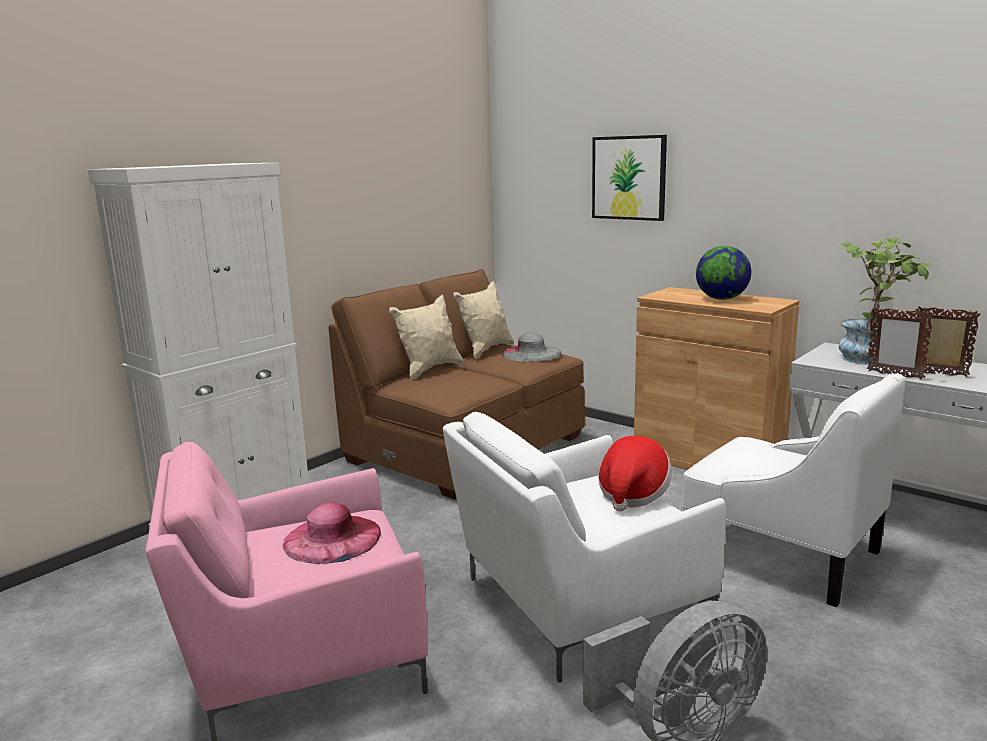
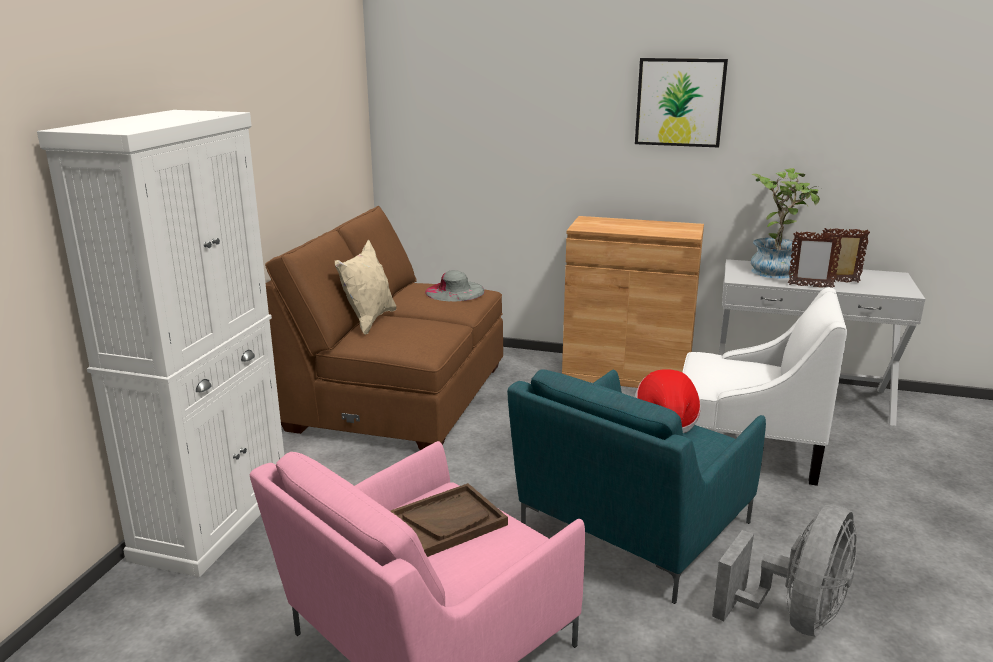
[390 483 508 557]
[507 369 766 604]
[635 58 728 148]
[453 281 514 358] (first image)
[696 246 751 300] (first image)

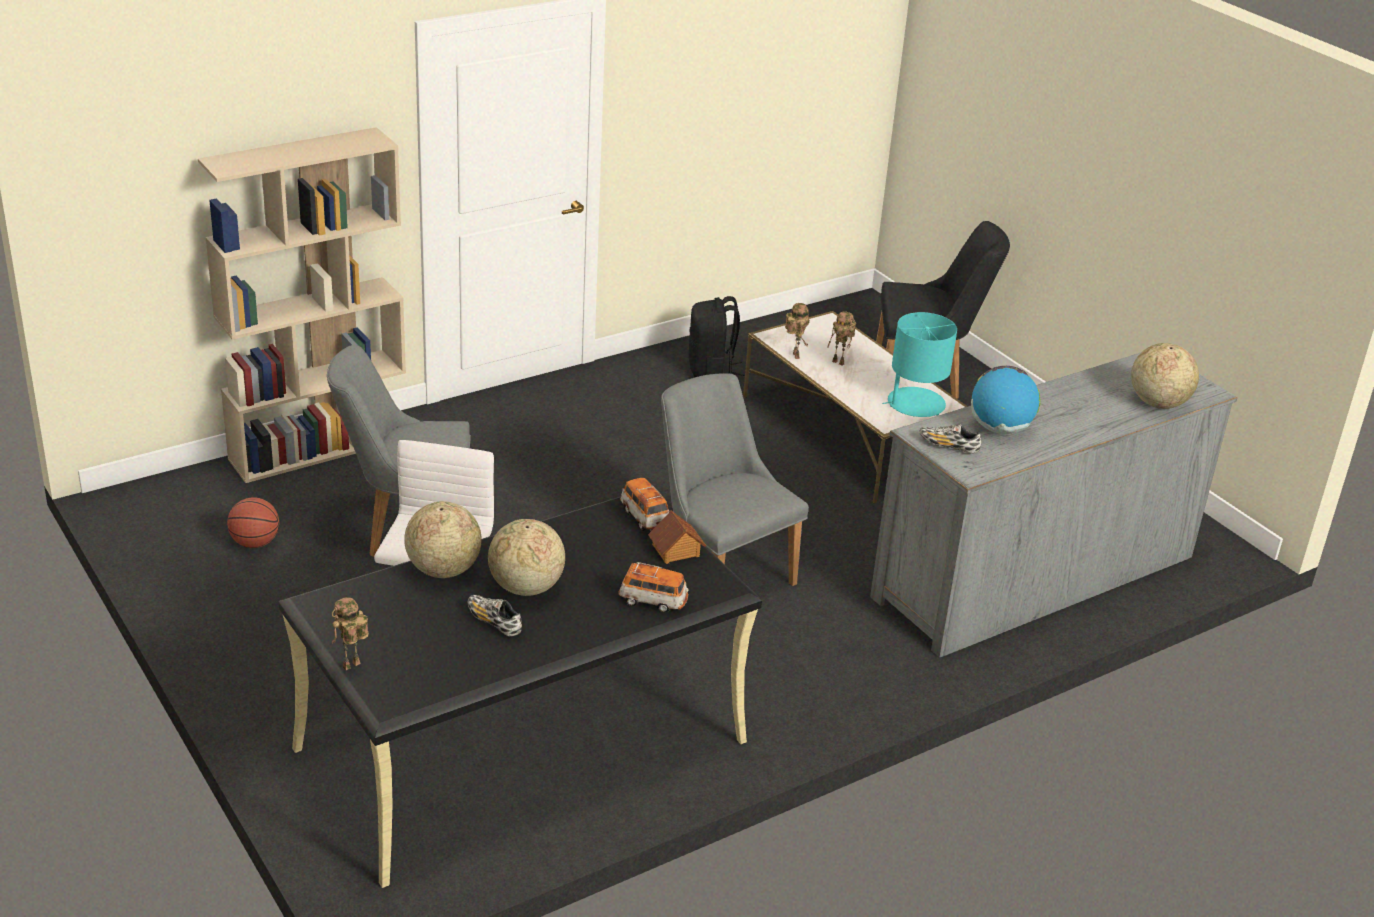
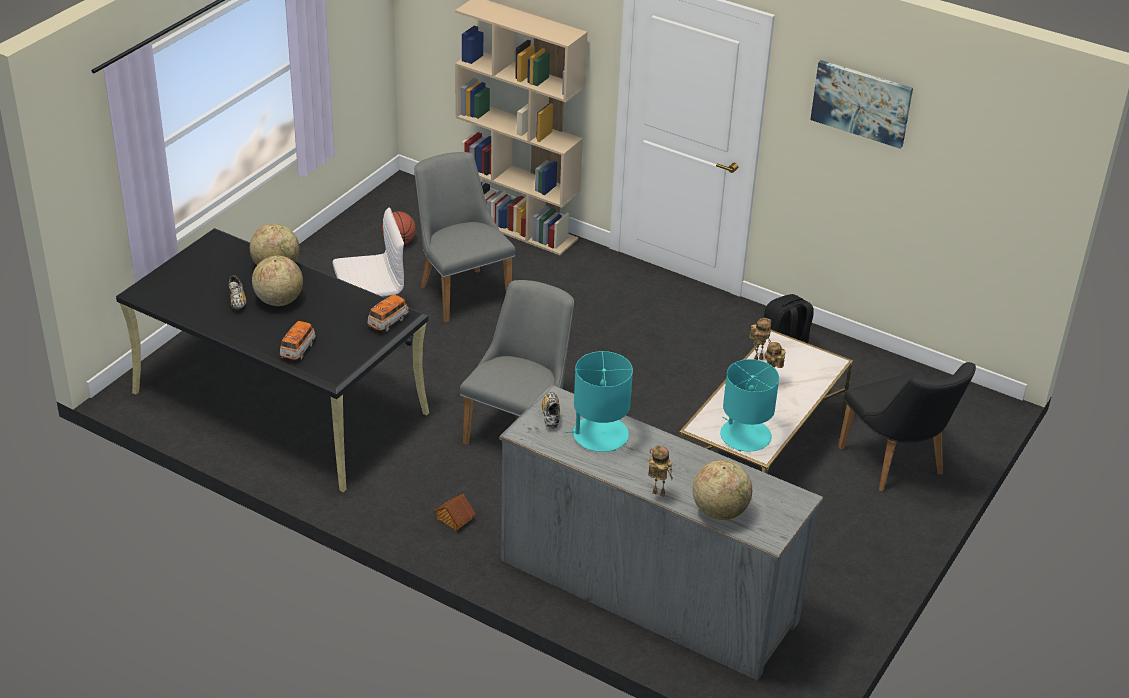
[228 275 247 309]
[280 321 316 361]
[434 494 476 531]
[565 351 633 452]
[648 446 673 497]
[810 60 913 149]

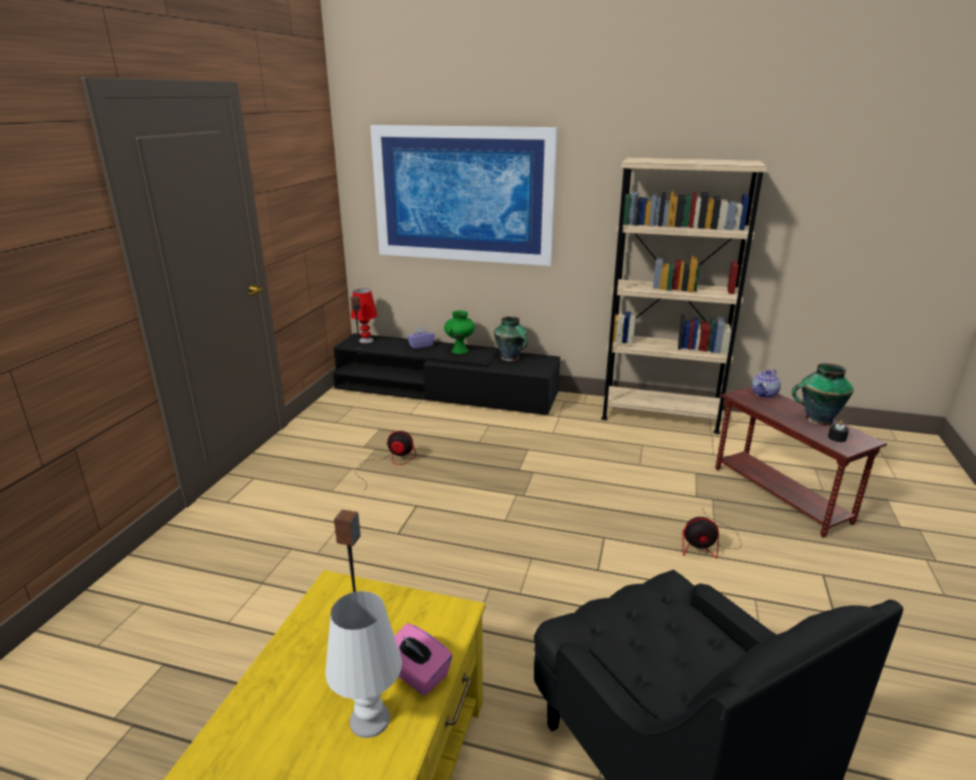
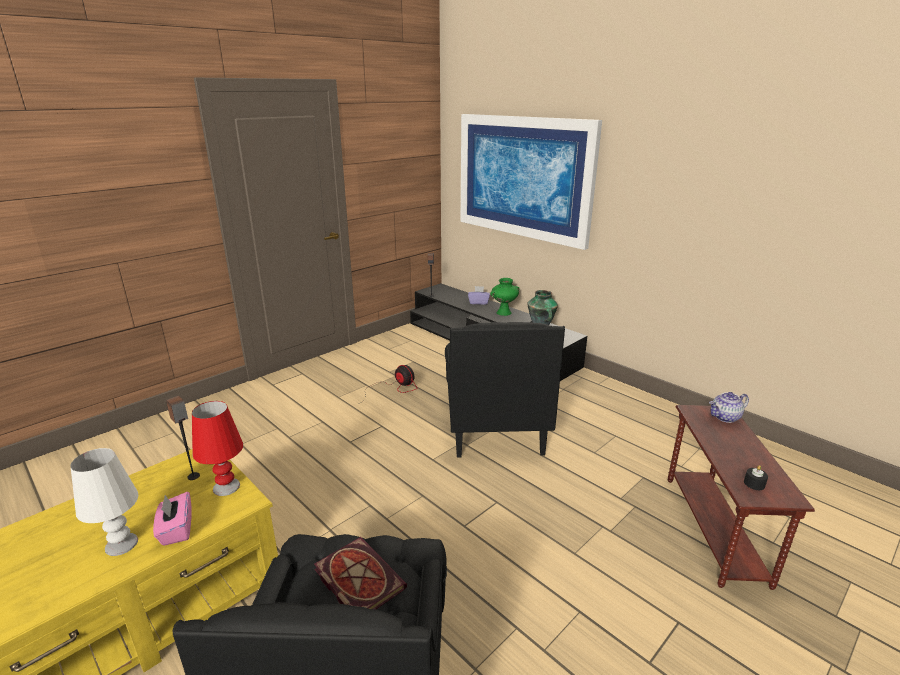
[192 401 243 496]
[314 537 407 609]
[445 322 565 457]
[601 158 767 434] (first image)
[682 508 742 558] (first image)
[792 363 854 426] (first image)

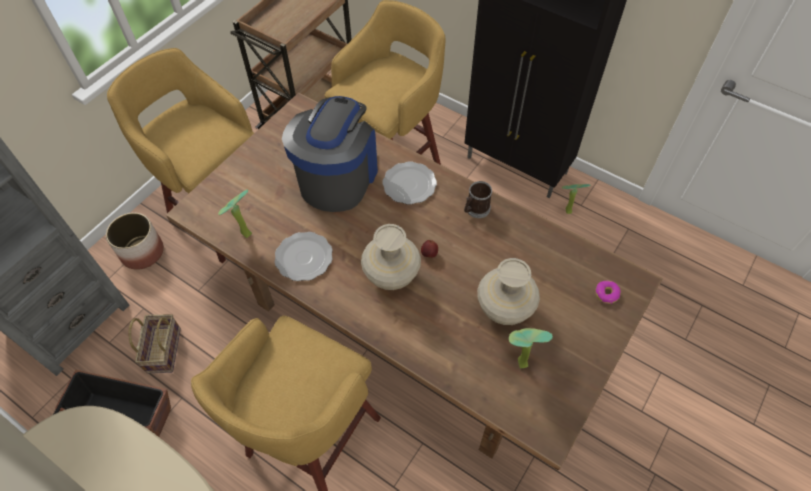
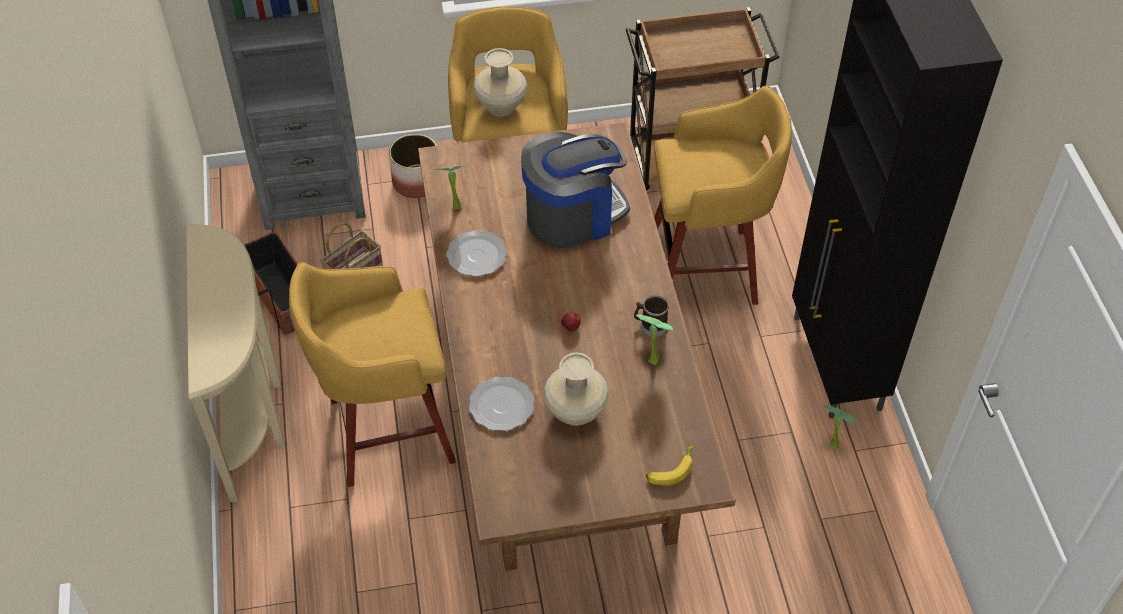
[469 377 534 431]
[473 48 527 117]
[636 314 673 365]
[646 446 695 486]

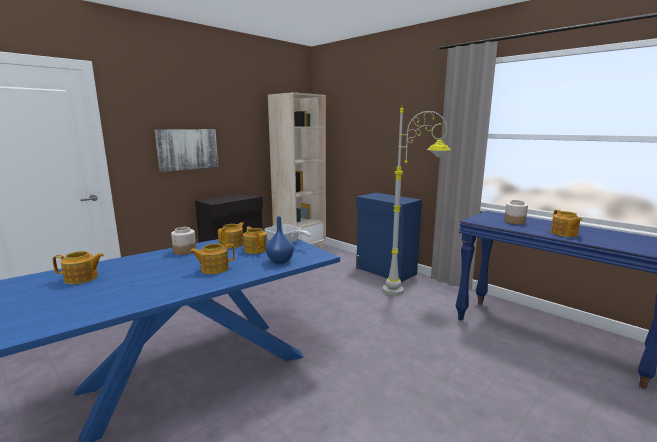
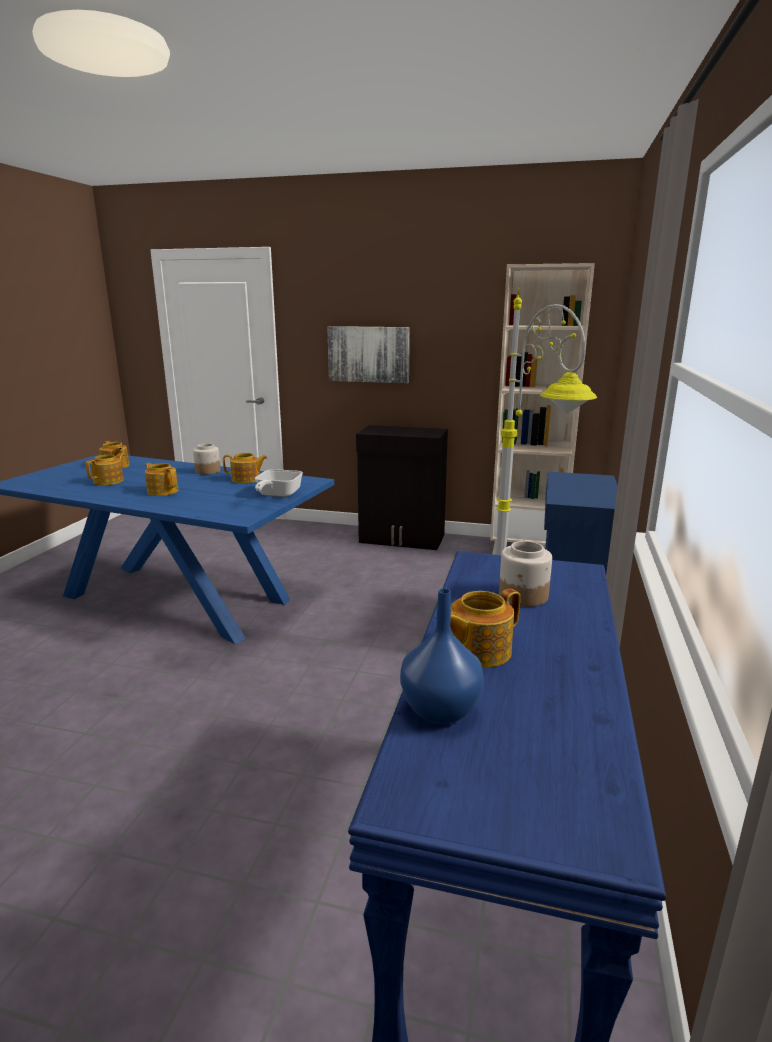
[86 453 125 485]
[400 588 484 724]

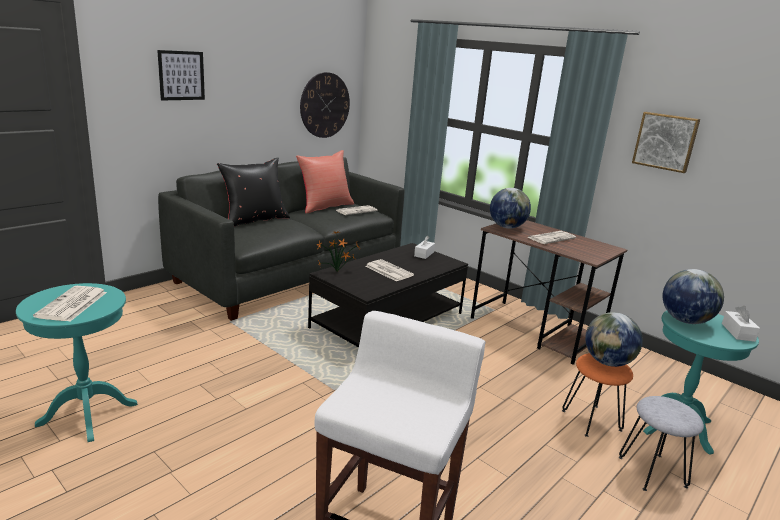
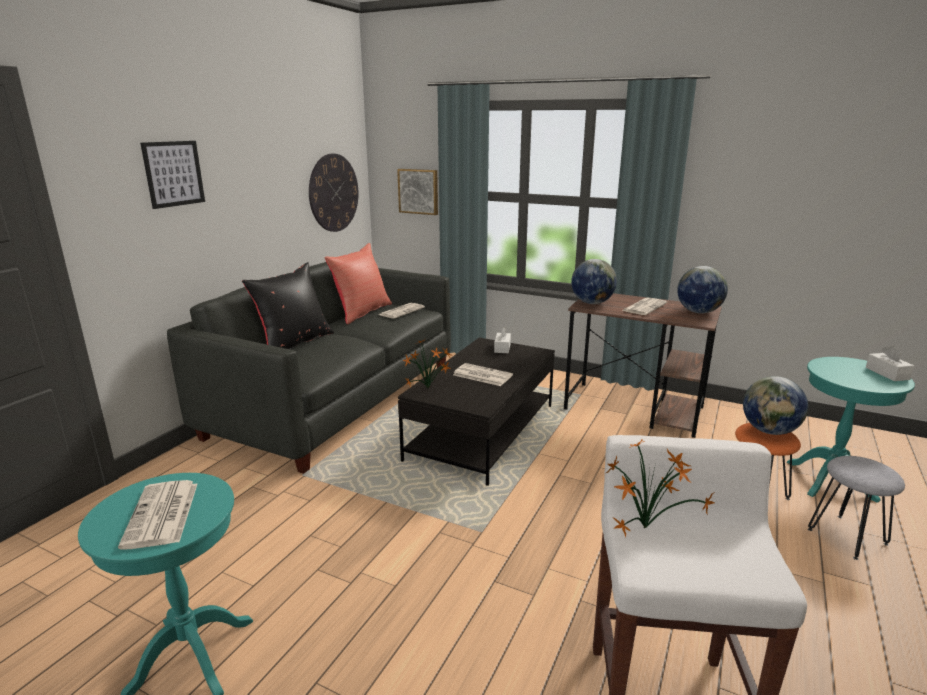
[397 169 438 215]
[606 440 714 538]
[677 266 728 313]

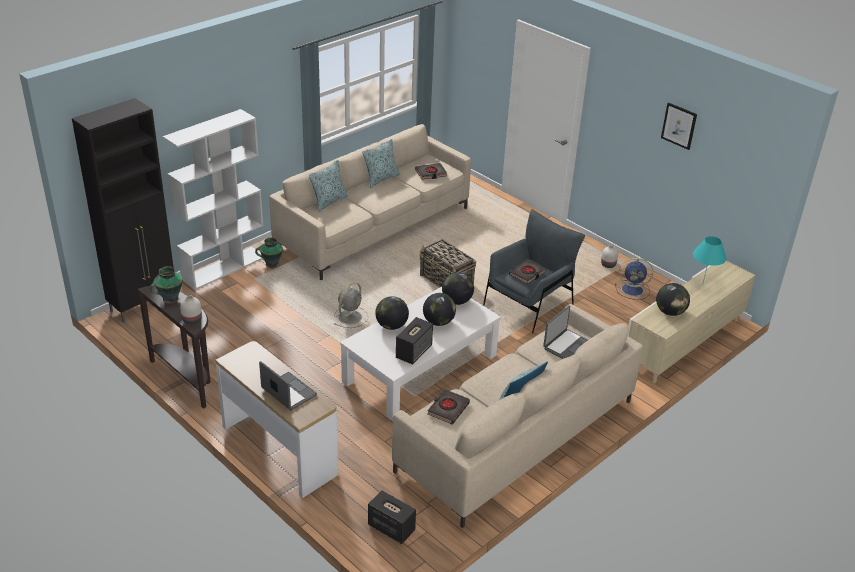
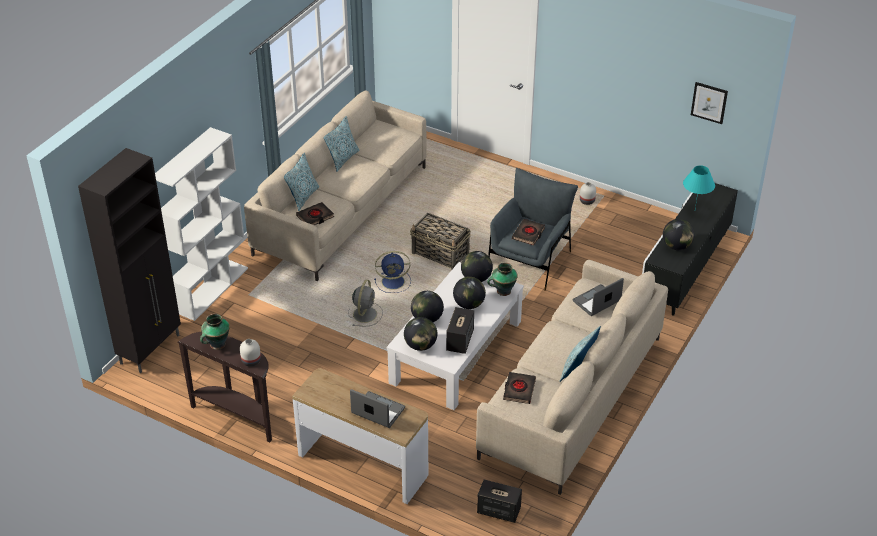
[296 202 334 225]
[374 251 411 293]
[404 317 437 351]
[487 263 518 296]
[573 278 624 316]
[642 183 738 316]
[691 82 728 124]

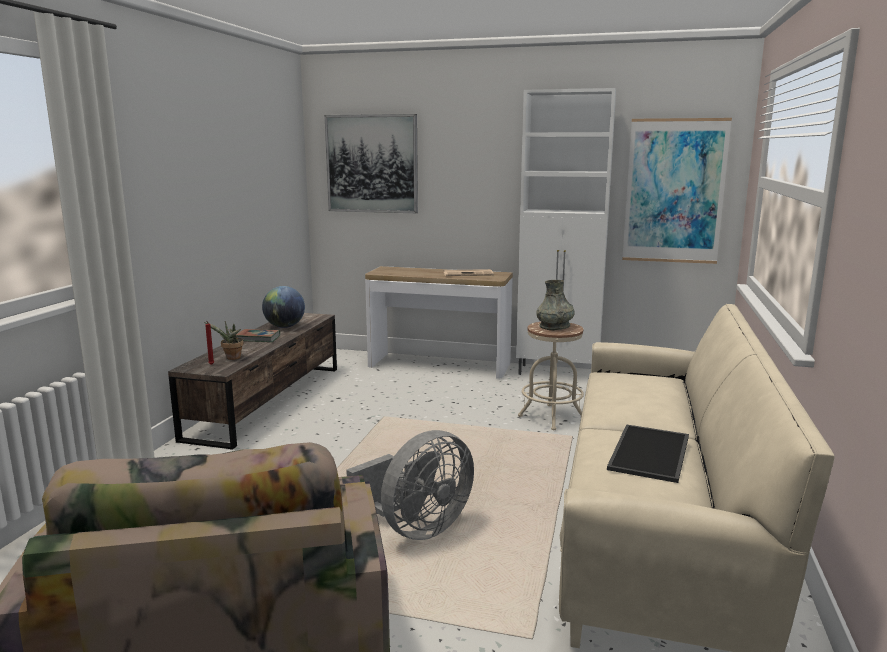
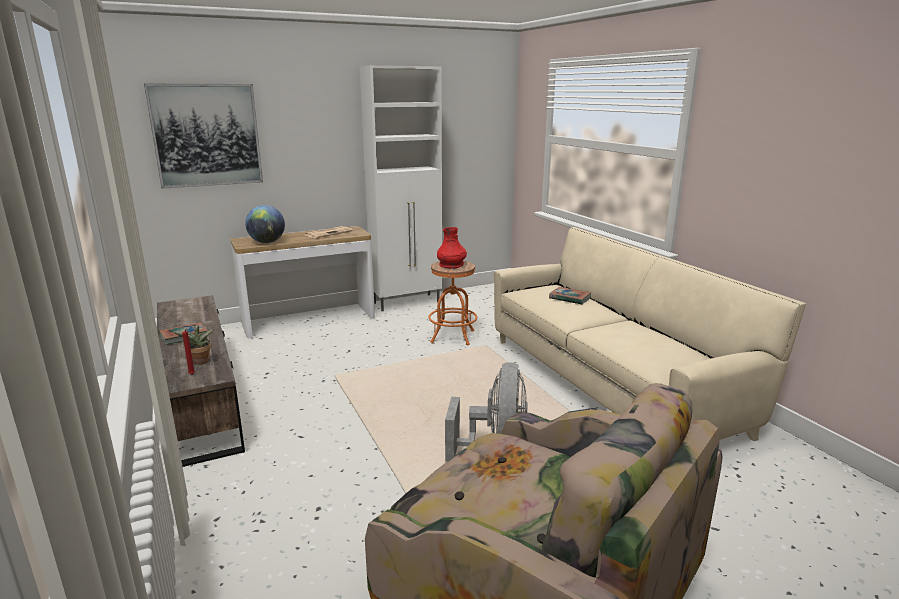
[245 205 285 243]
[428 261 477 345]
[437 227 467 269]
[549 287 592 305]
[607 424 689 483] (first image)
[622 118 732 264] (first image)

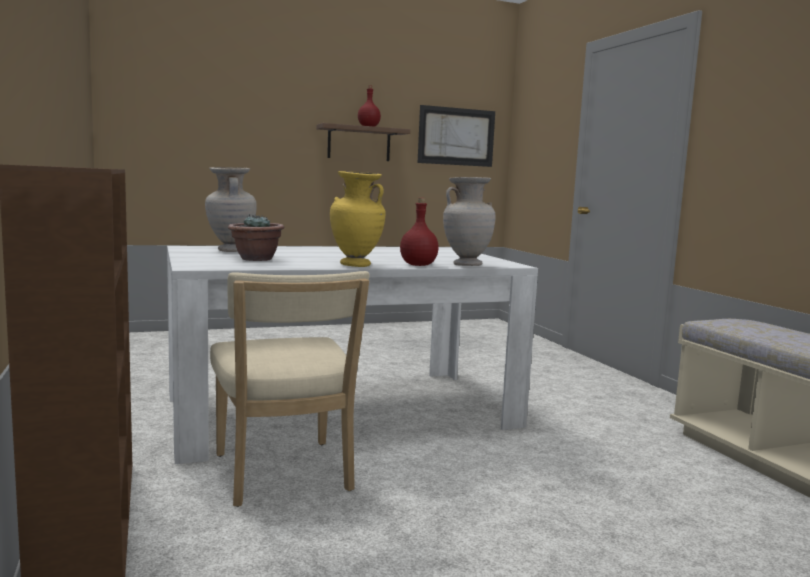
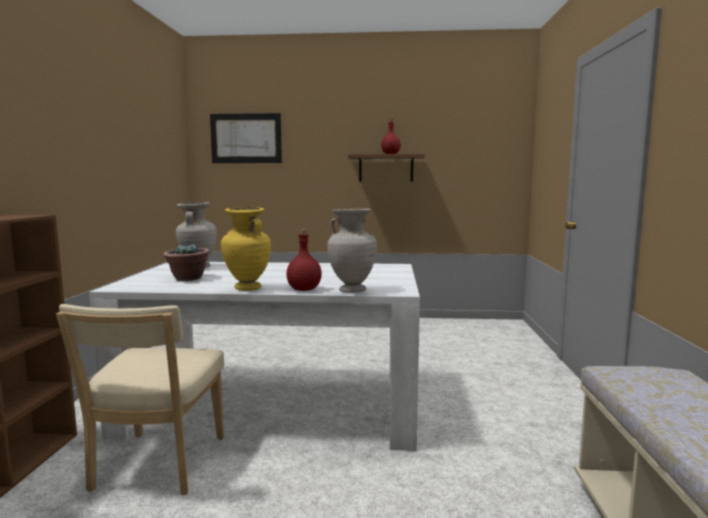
[210 113 282 163]

